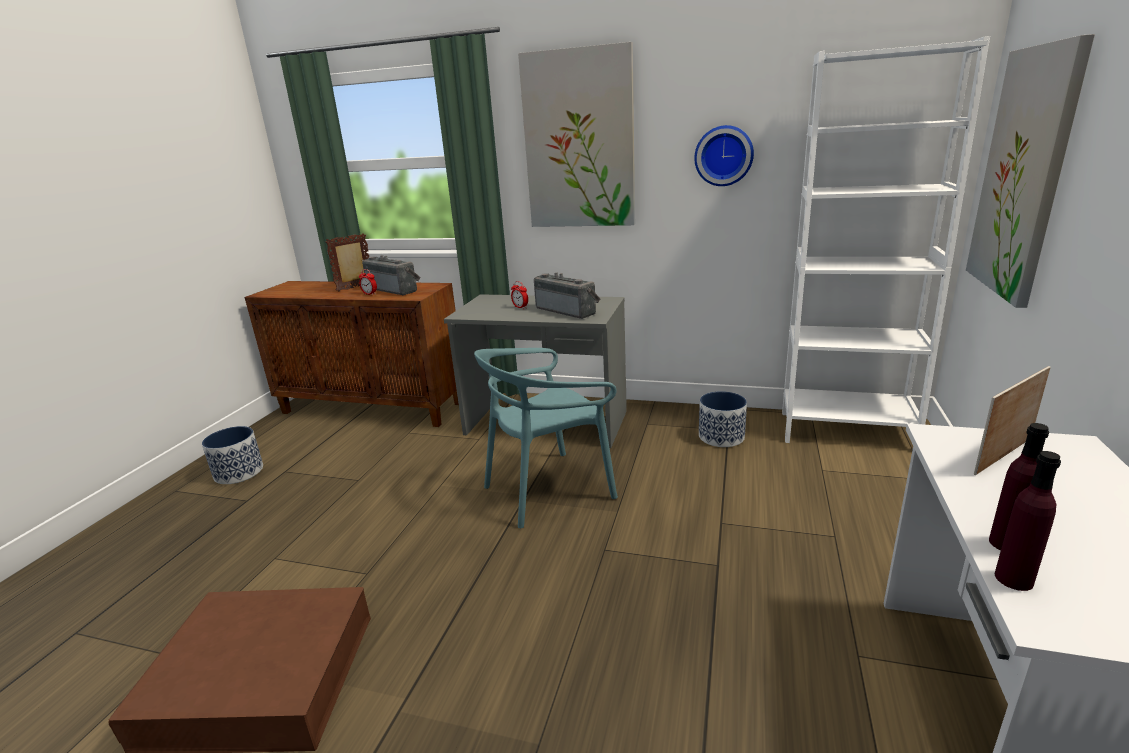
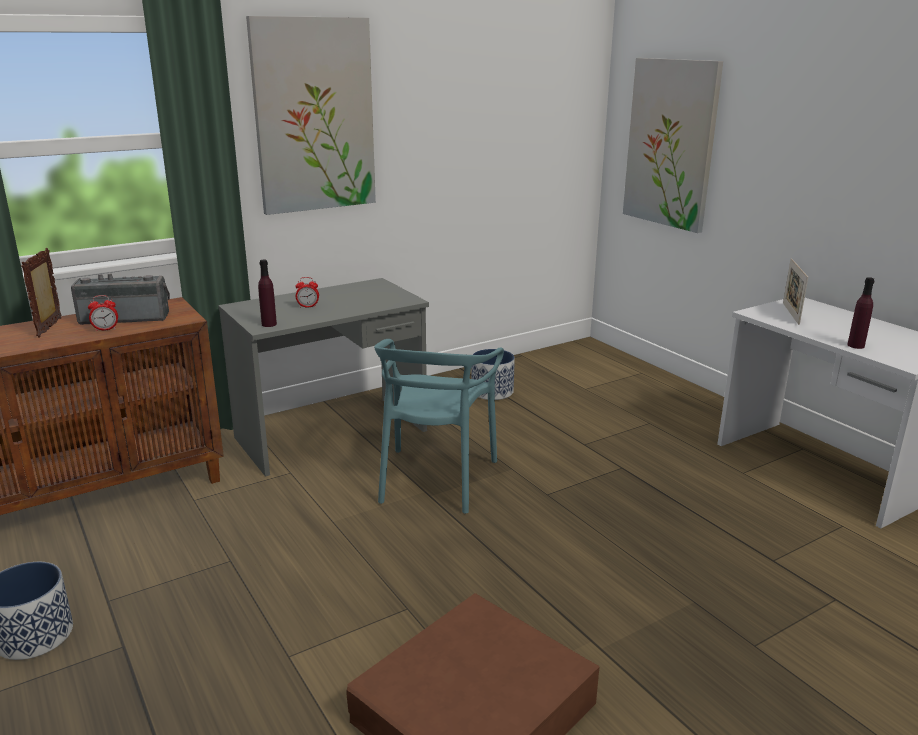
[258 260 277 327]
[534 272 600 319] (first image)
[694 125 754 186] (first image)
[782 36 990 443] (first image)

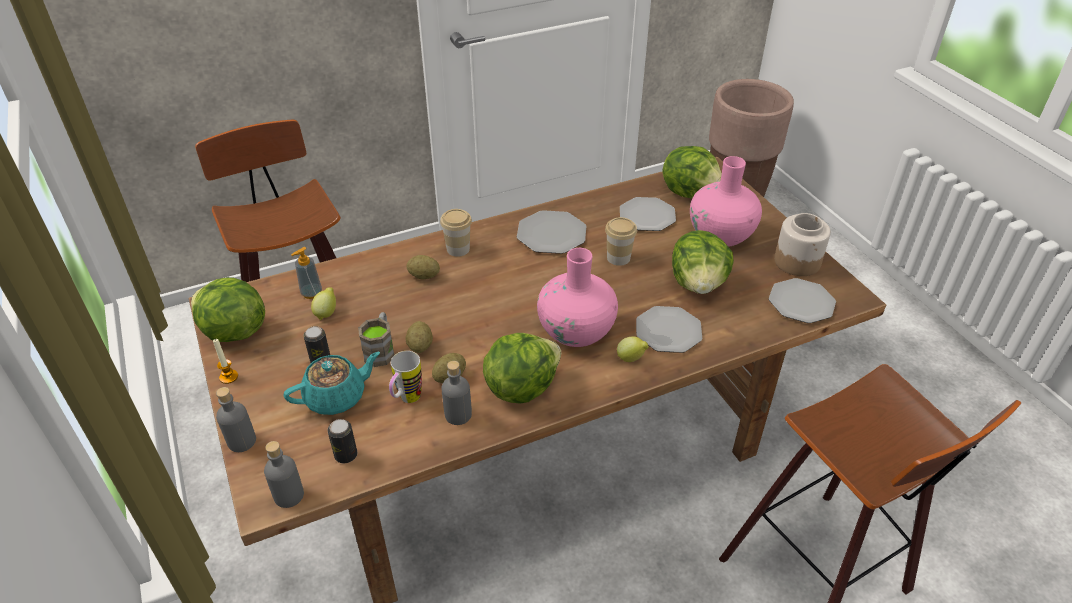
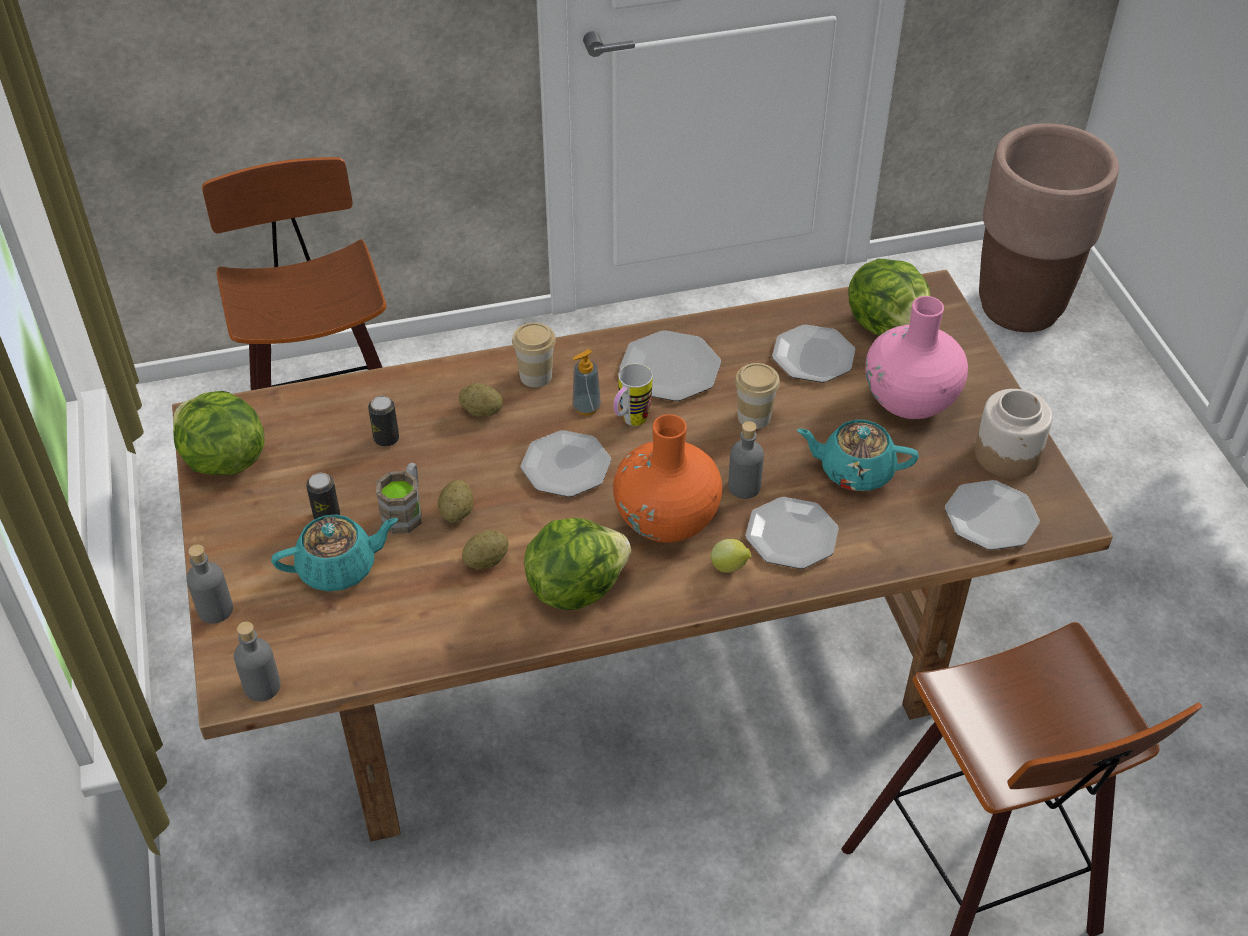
[368 396 399 447]
[521 430 611 497]
[572 349 601 415]
[613 414 722 543]
[614 364 652 426]
[728 421 764 499]
[797 420 919 491]
[213 339 238 384] (first image)
[311 287 336 320] (first image)

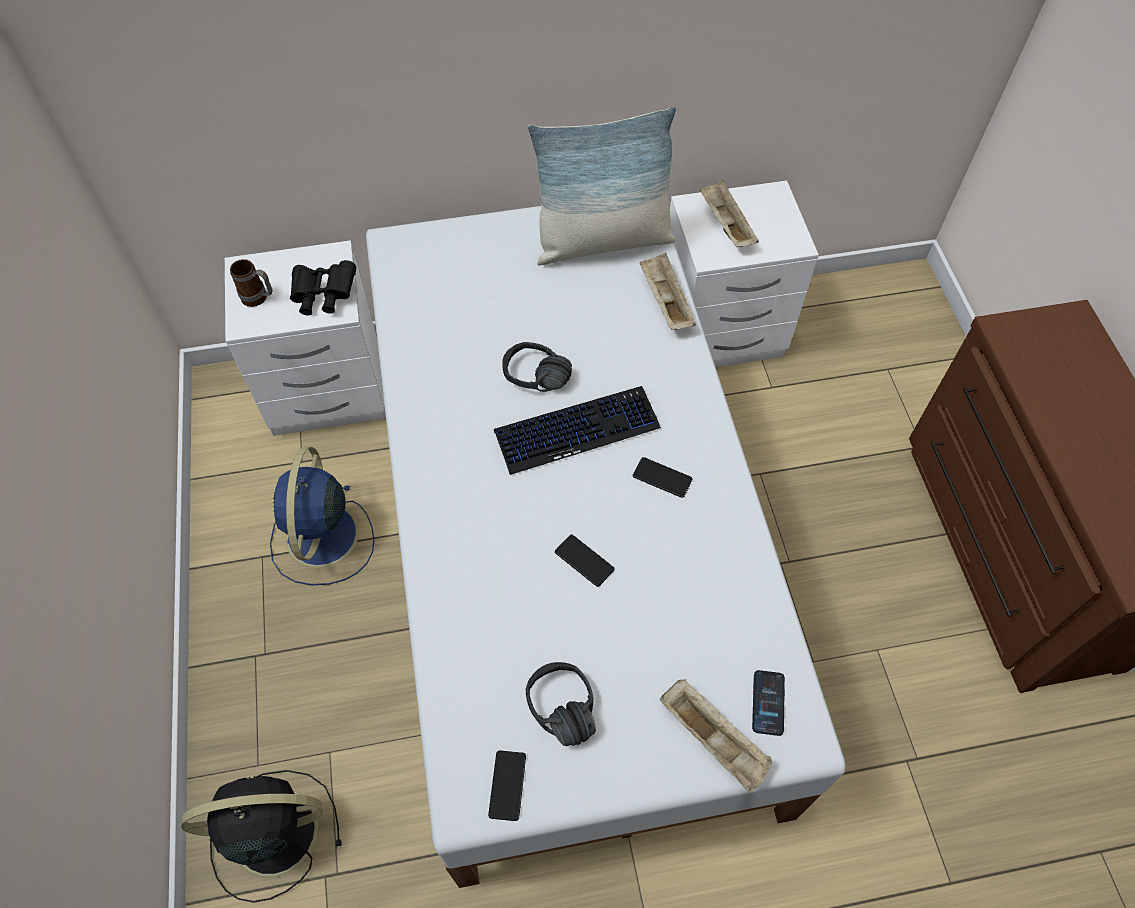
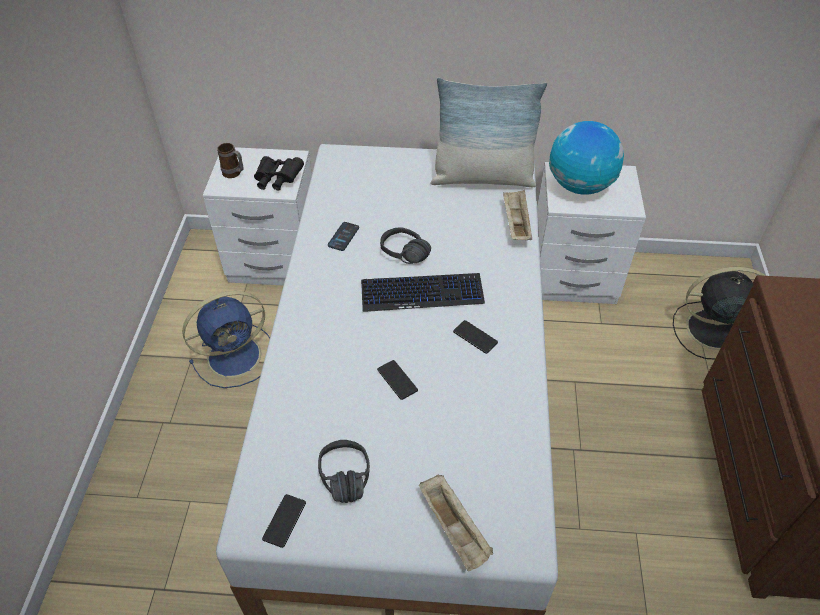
[182 291 270 388]
[328 222 359 251]
[549 121 624 195]
[673 267 766 360]

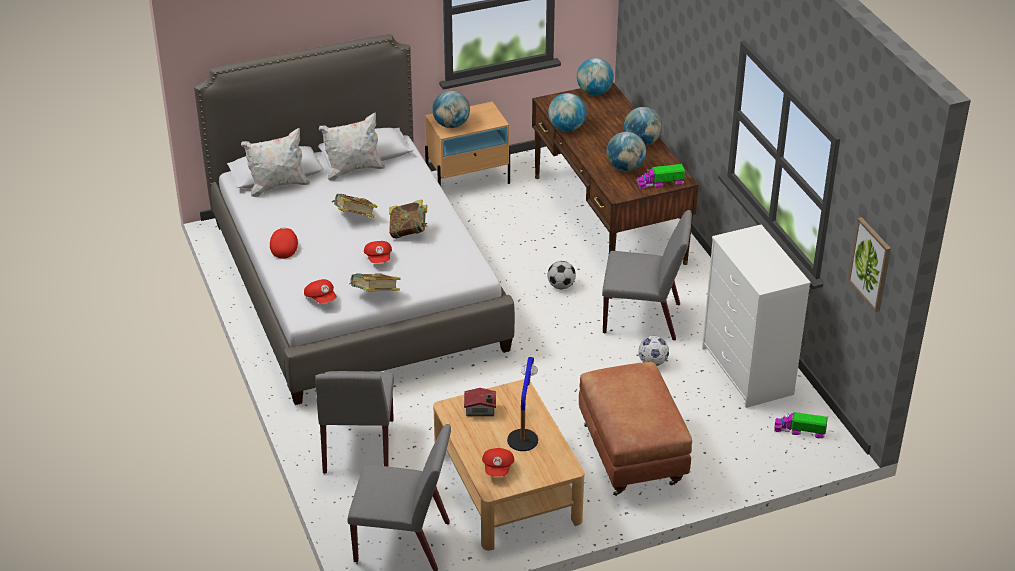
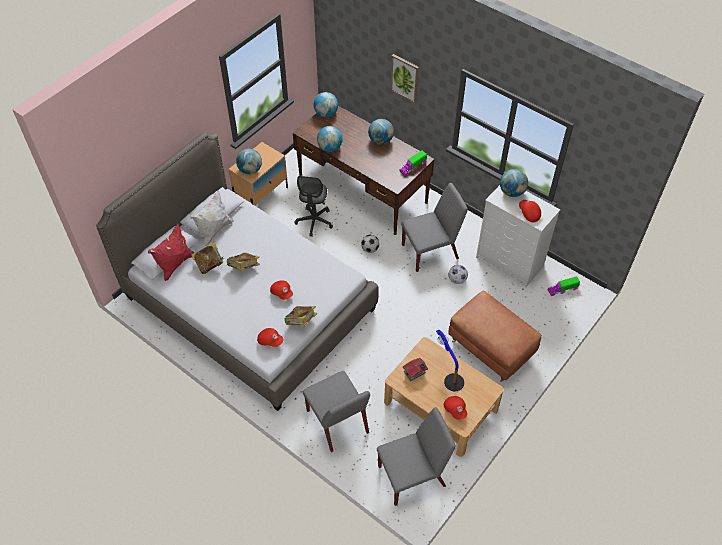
[148 223 195 281]
[191 243 224 274]
[294 176 333 236]
[390 54 419 103]
[500 169 528 197]
[519 200 541 222]

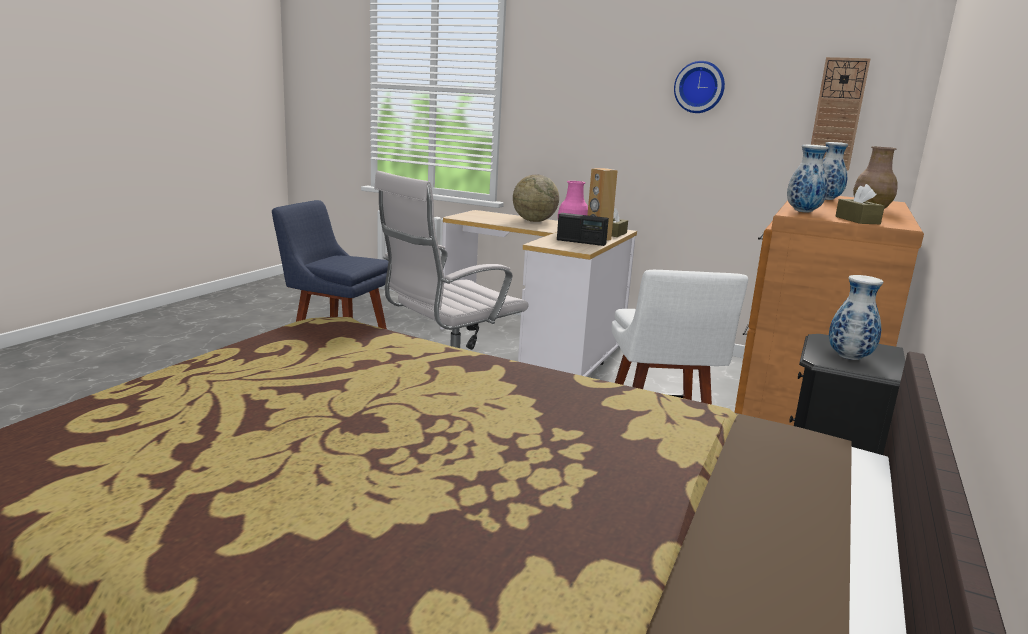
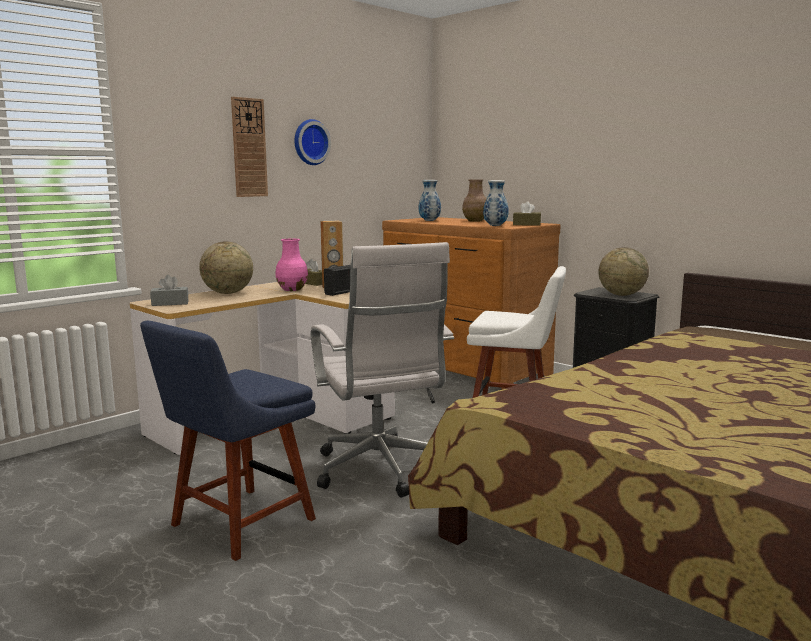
[150 275 188 306]
[231 97 268 197]
[599 247 649 296]

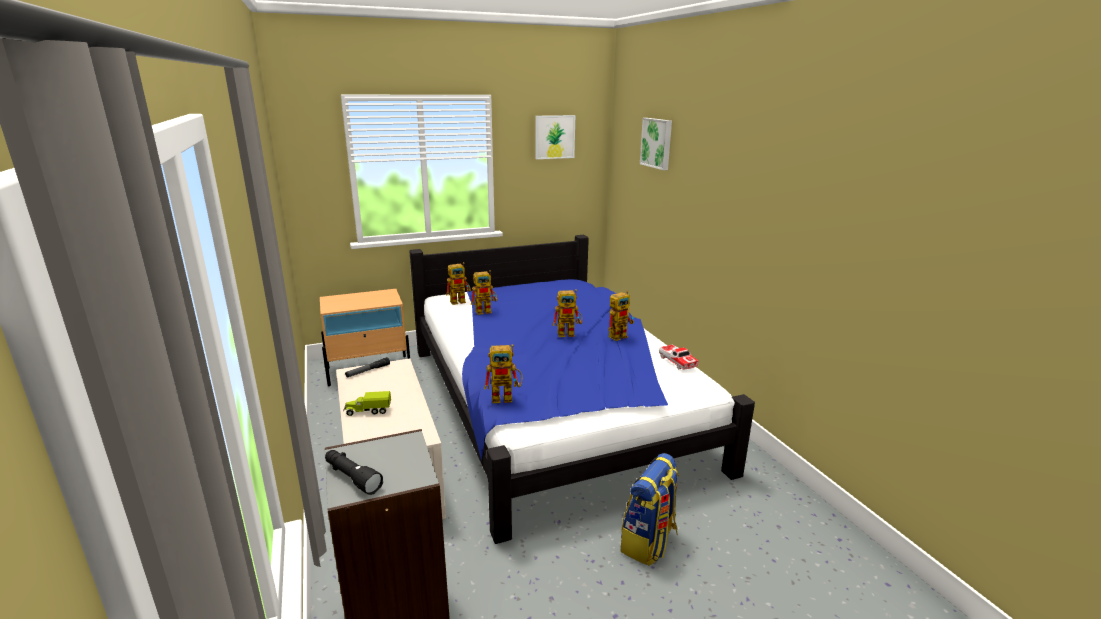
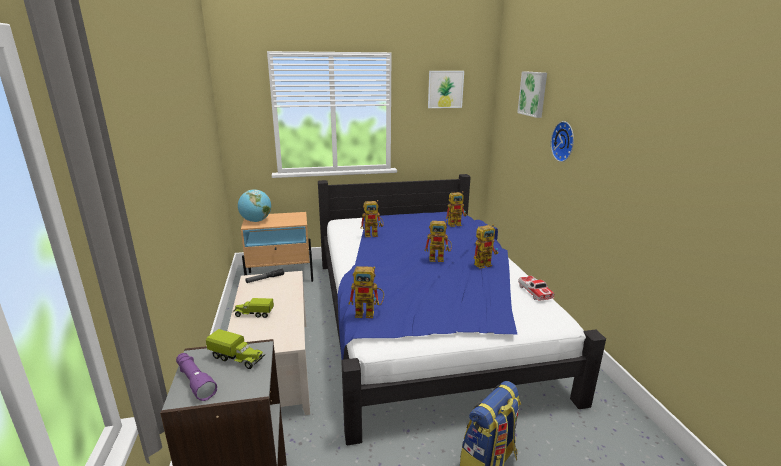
[176 353 217 401]
[206 329 265 369]
[238 190 271 222]
[446 191 467 227]
[551 121 574 162]

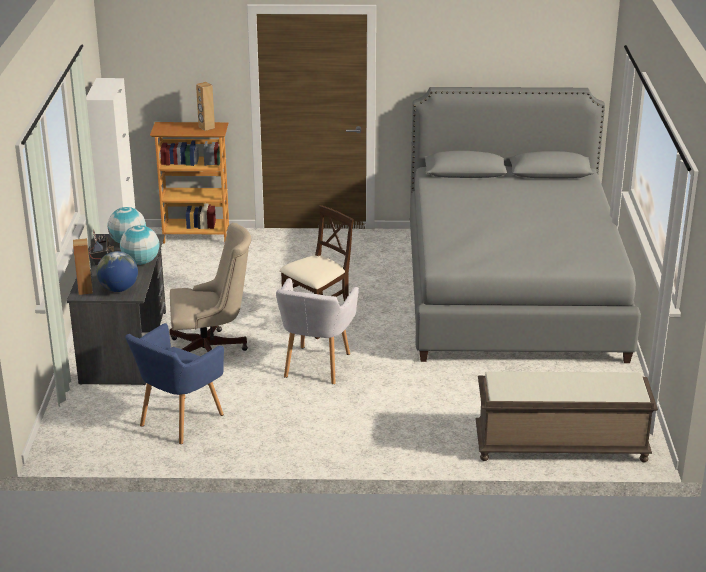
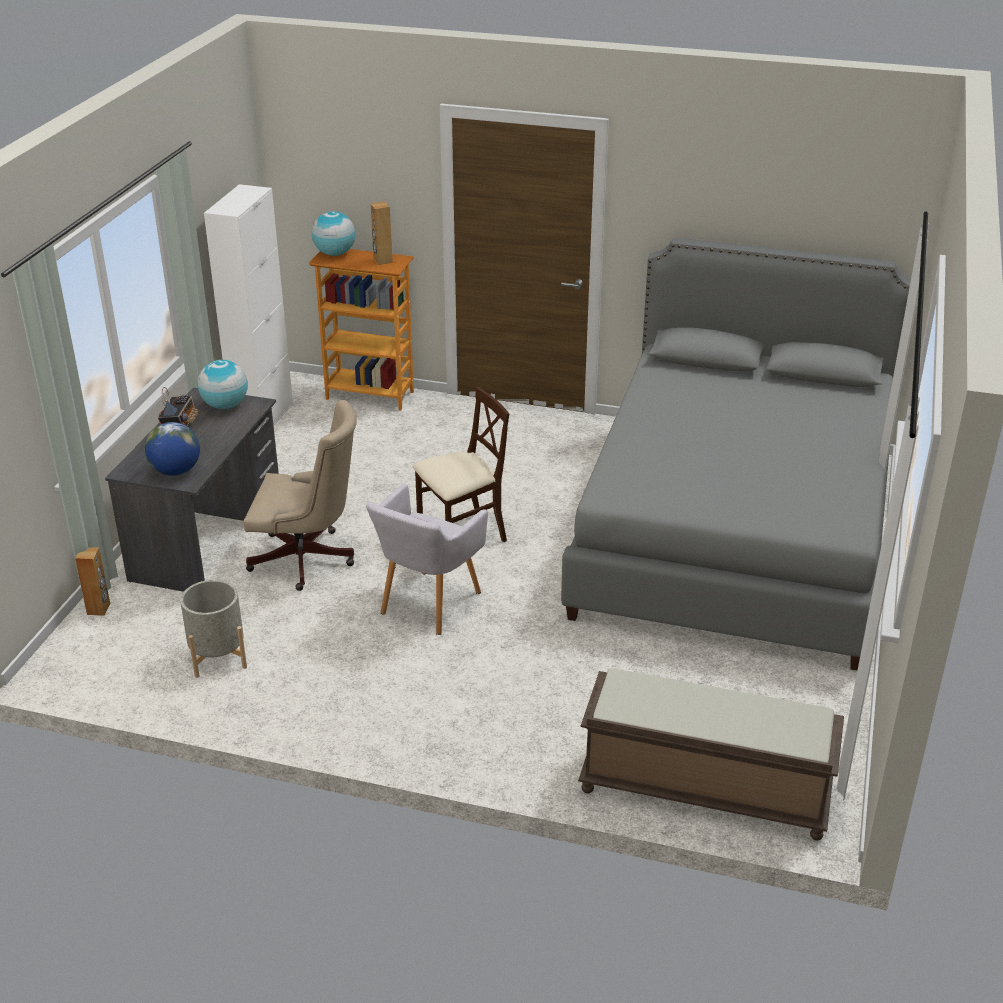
[75 547 110 616]
[180 580 247 678]
[312 211 355 256]

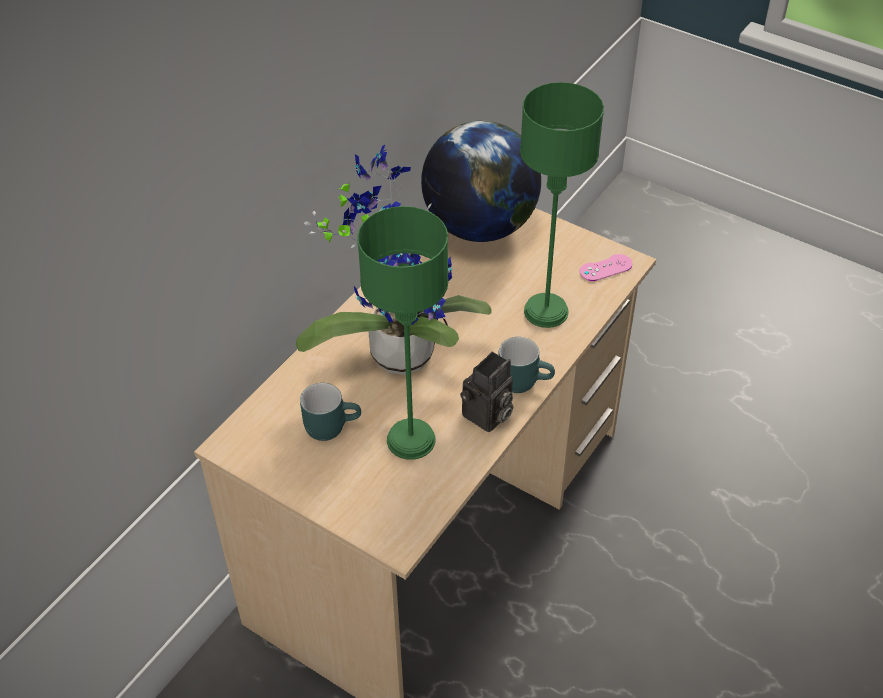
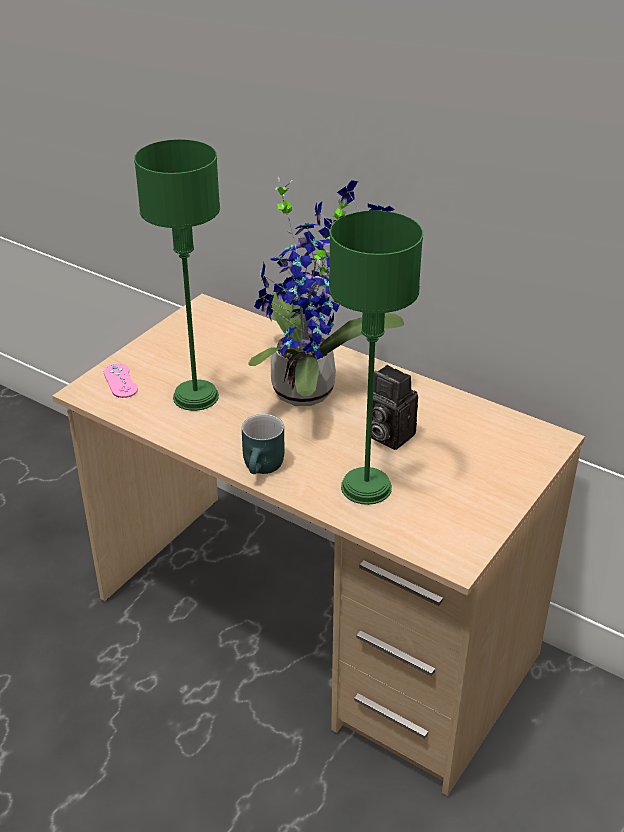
[104 364 138 398]
[371 365 418 450]
[300 383 361 441] (first image)
[421 120 541 242] (first image)

